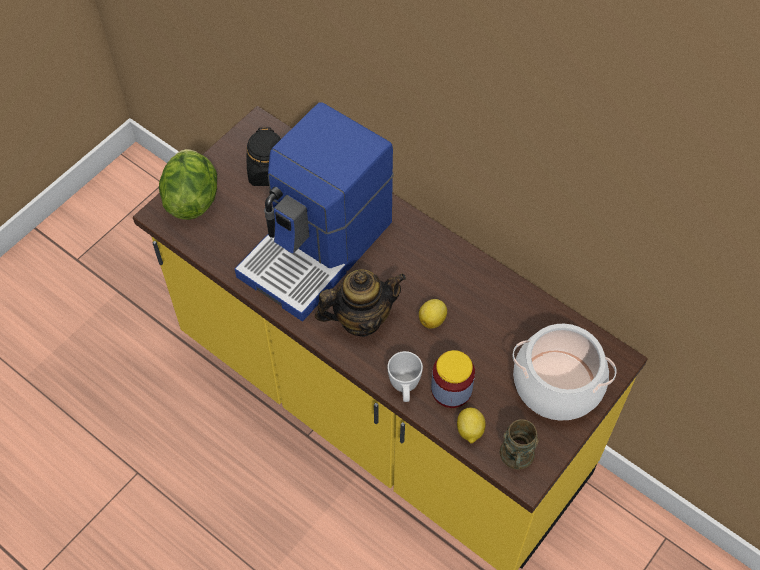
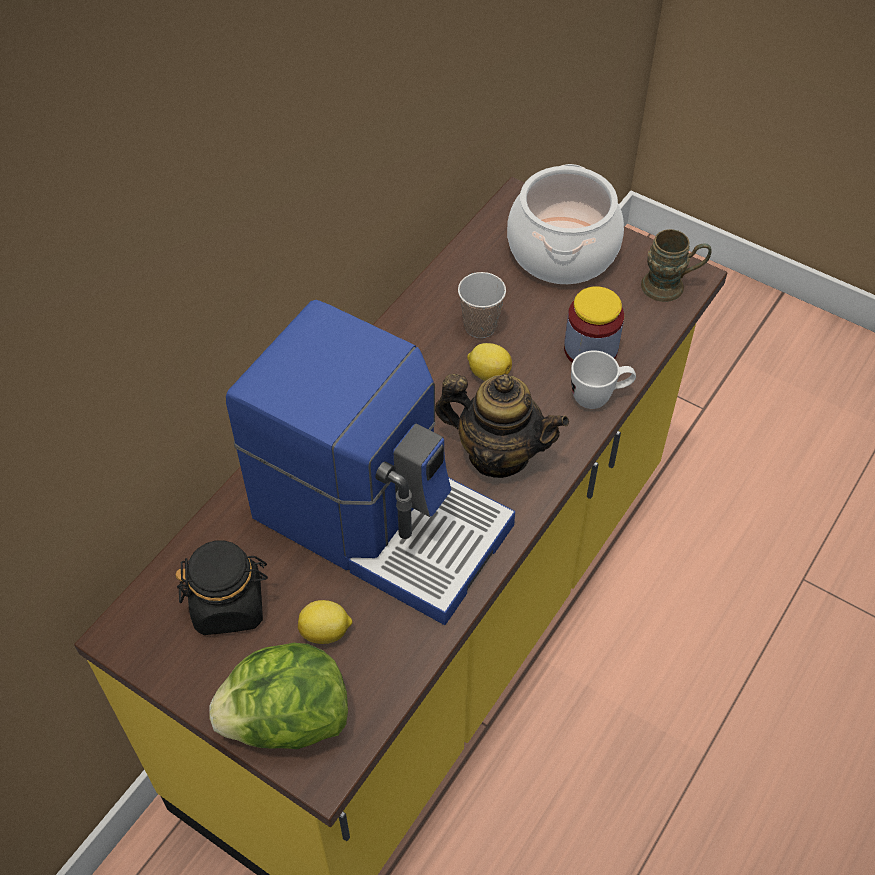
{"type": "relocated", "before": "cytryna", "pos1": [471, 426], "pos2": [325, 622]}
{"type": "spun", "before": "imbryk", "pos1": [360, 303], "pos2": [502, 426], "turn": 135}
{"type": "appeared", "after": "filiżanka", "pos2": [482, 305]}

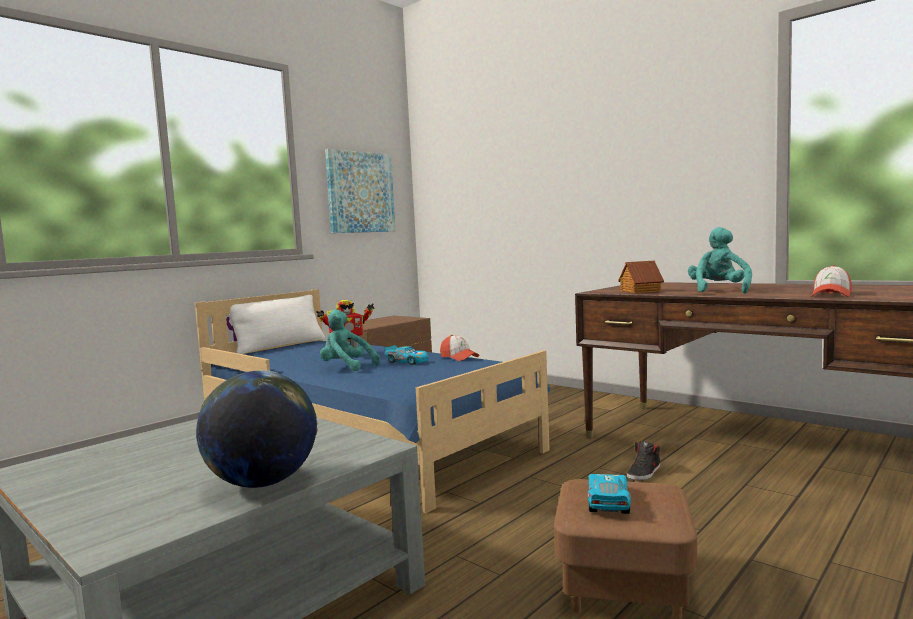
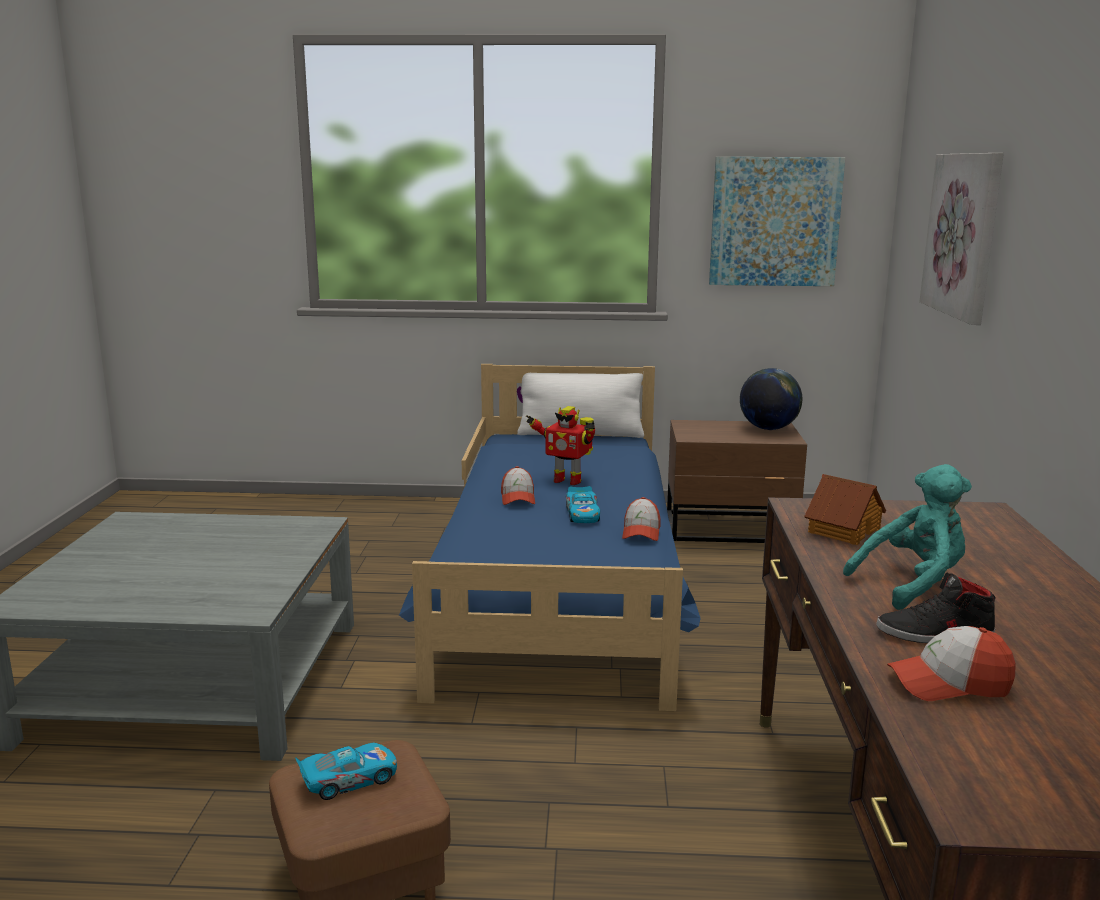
{"type": "exchanged", "before": "pluszak/turkusowy", "after": "czapka z daszkiem", "pos1": [350, 340], "pos2": [518, 485]}
{"type": "relocated", "before": "globus", "pos1": [256, 429], "pos2": [771, 399]}
{"type": "relocated", "before": "but/czarny", "pos1": [643, 460], "pos2": [936, 608]}
{"type": "appeared", "after": "obraz", "pos2": [962, 239]}

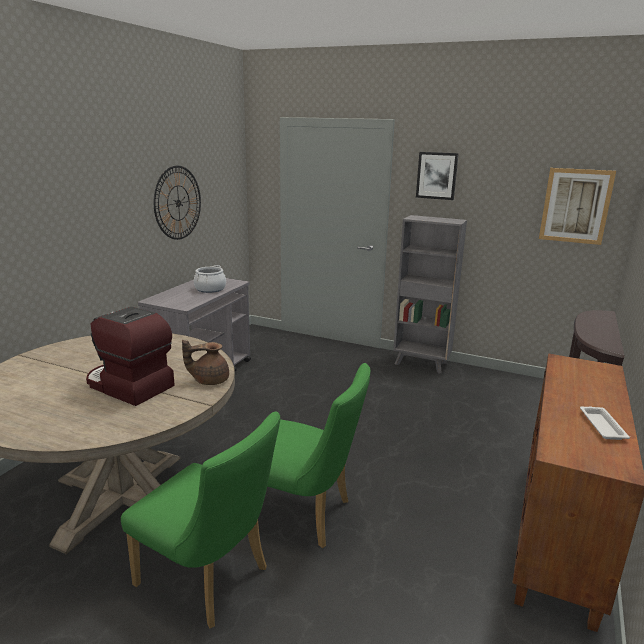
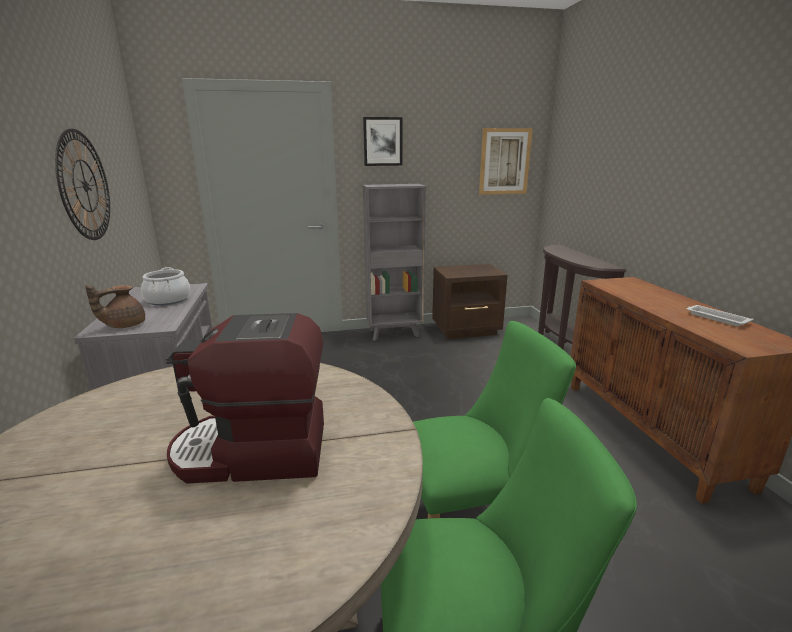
{"type": "relocated", "before": "imbryk/brązowy", "pos1": [205, 362], "pos2": [115, 306]}
{"type": "appeared", "after": "szafka nocna/brązowy", "pos2": [470, 301]}

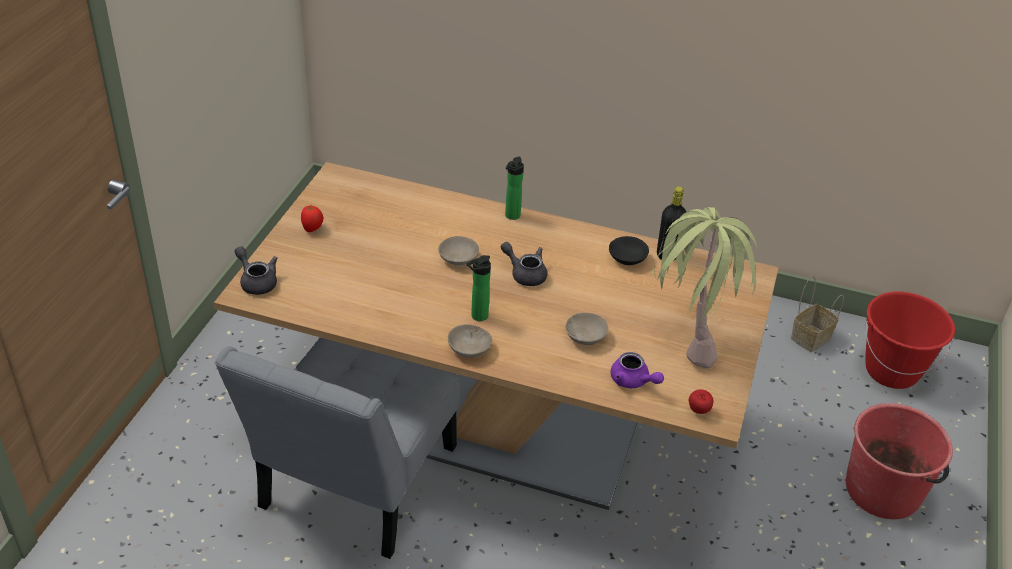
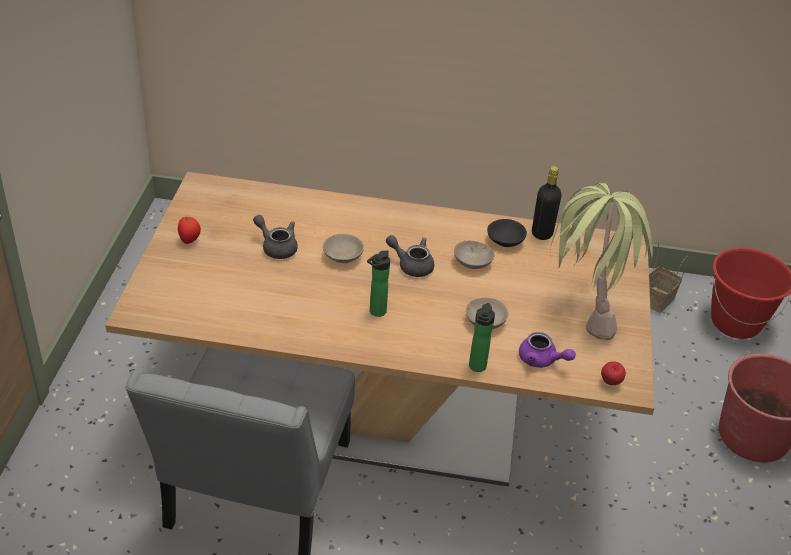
{"type": "relocated", "before": "imbryk/szary", "pos1": [256, 270], "pos2": [275, 237]}
{"type": "relocated", "before": "miska/beżowy", "pos1": [470, 341], "pos2": [474, 255]}
{"type": "relocated", "before": "butelka", "pos1": [514, 188], "pos2": [482, 337]}

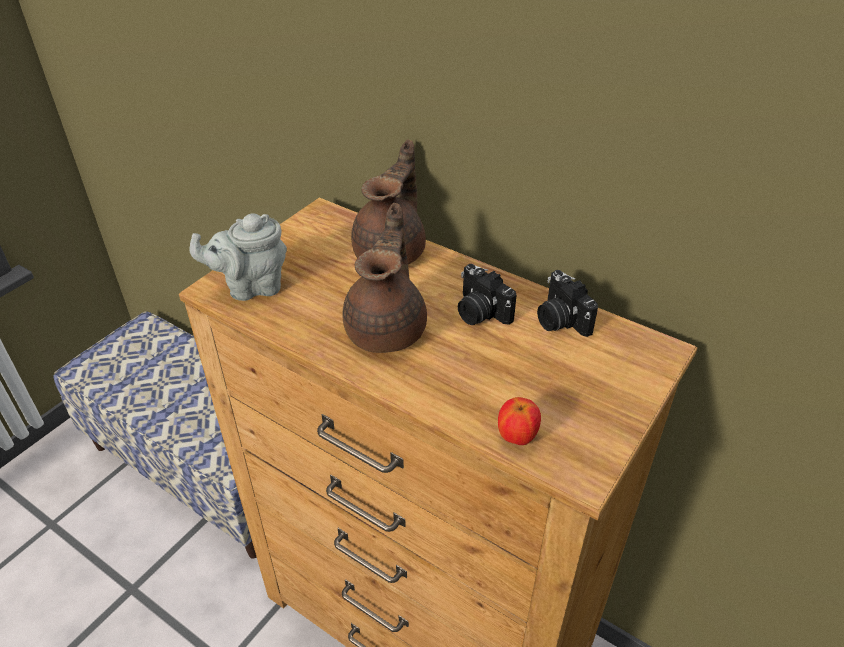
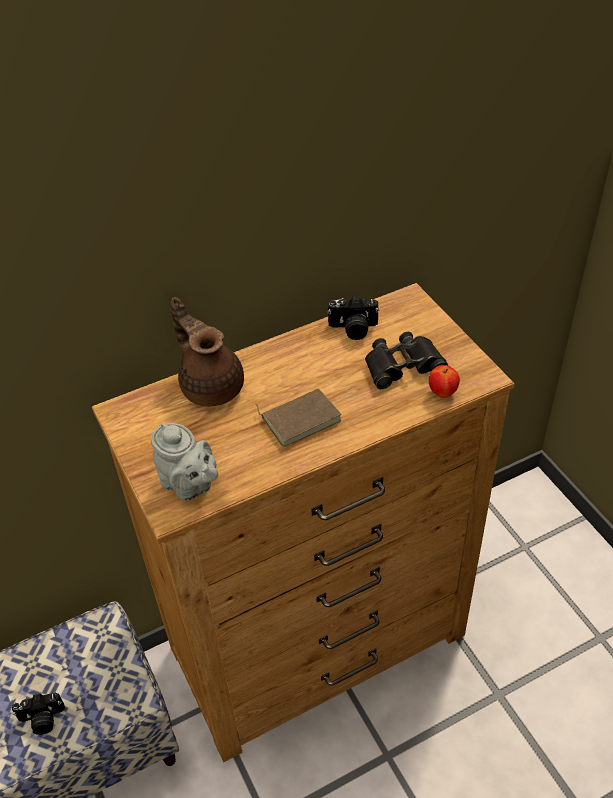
{"type": "relocated", "before": "aparat fotograficzny", "pos1": [487, 294], "pos2": [38, 714]}
{"type": "spun", "before": "imbryk/szary", "pos1": [238, 257], "pos2": [184, 461], "turn": -60}
{"type": "exchanged", "before": "imbryk/brązowy", "after": "książka/brązowy", "pos1": [384, 278], "pos2": [298, 417]}
{"type": "appeared", "after": "lornetka/czarny", "pos2": [406, 360]}

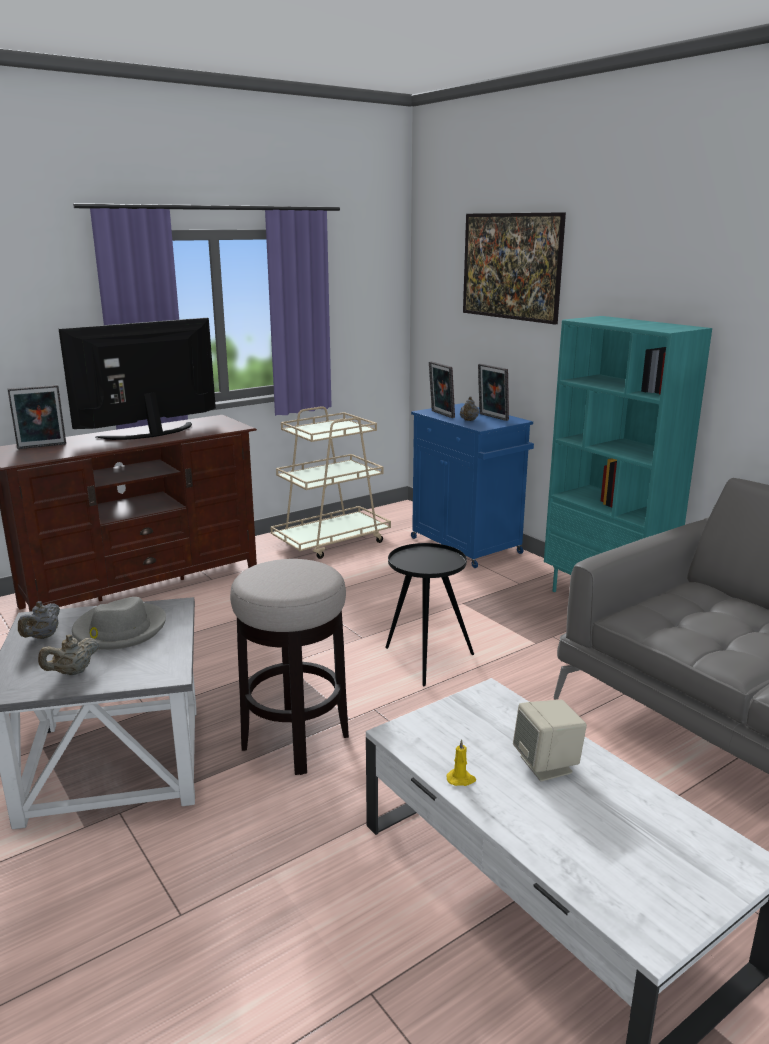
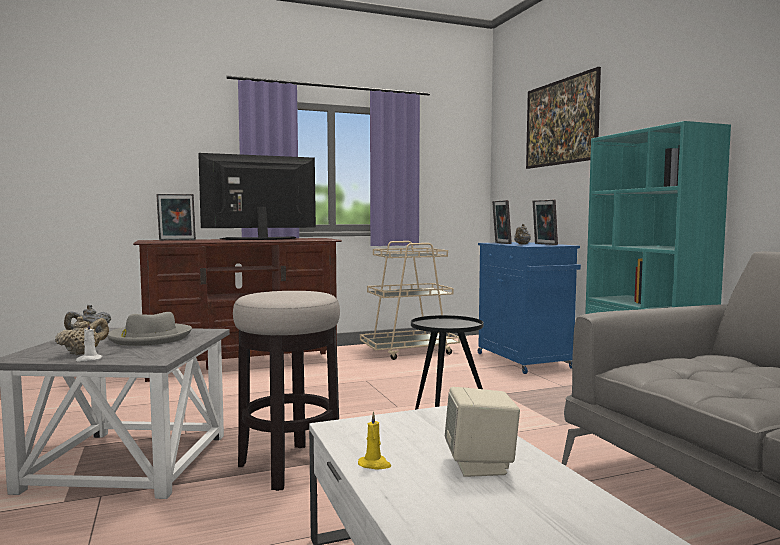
{"type": "spun", "before": "imbryk/beżowy", "pos1": [69, 655], "pos2": [82, 335], "turn": 150}
{"type": "appeared", "after": "świeca/biały", "pos2": [89, 341]}

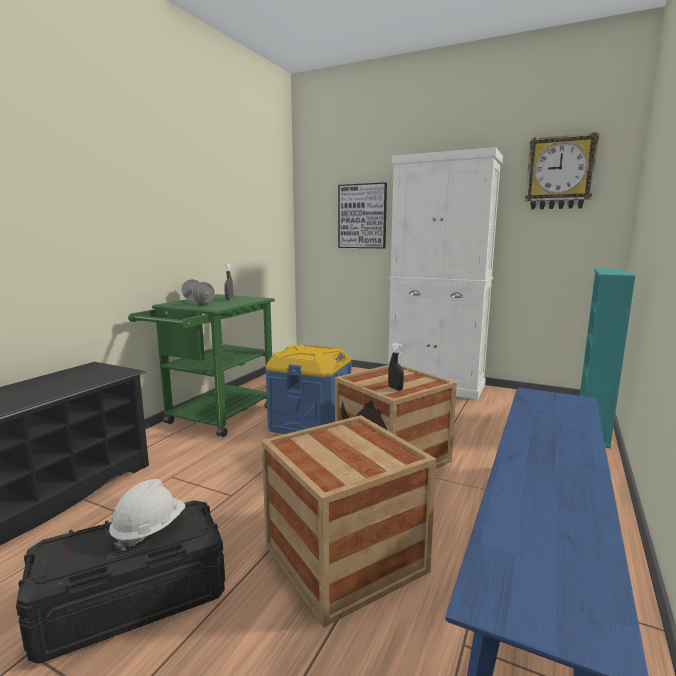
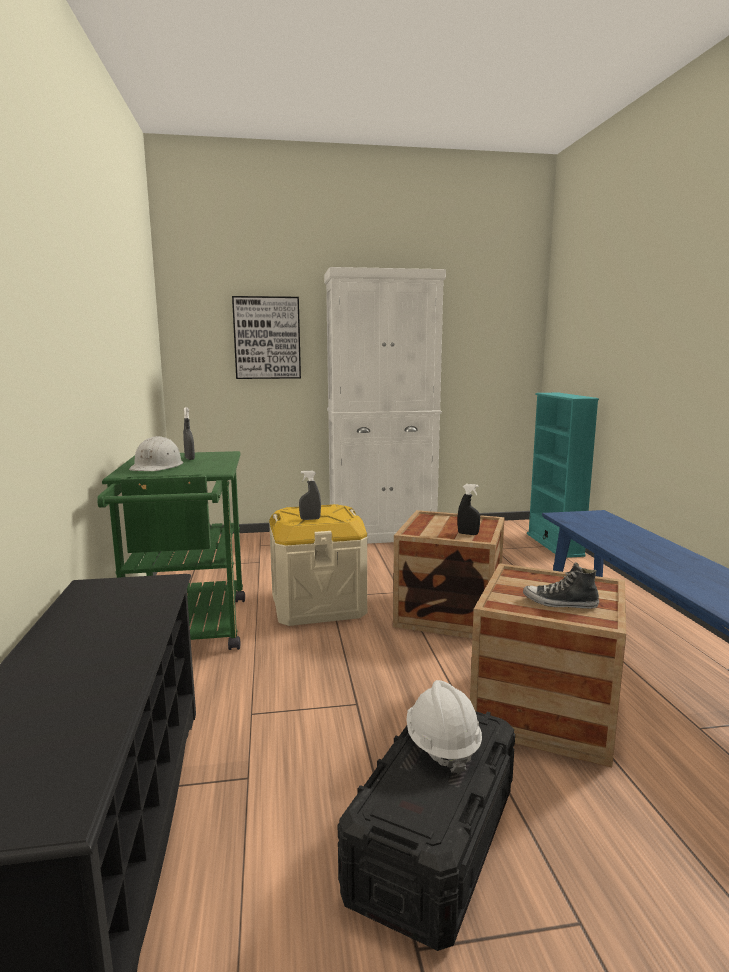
{"type": "exchanged", "before": "hantel/szary", "after": "kask/biały", "pos1": [198, 291], "pos2": [156, 453]}
{"type": "colour", "before": "pojemnik do przechowywania/niebieski", "after": "pojemnik do przechowywania/beżowy", "pos1": [308, 389], "pos2": [318, 565]}
{"type": "appeared", "after": "spryskiwacz/szary", "pos2": [310, 495]}
{"type": "appeared", "after": "but", "pos2": [561, 585]}
{"type": "missing", "before": "zegar ścienny", "pos1": [562, 171]}

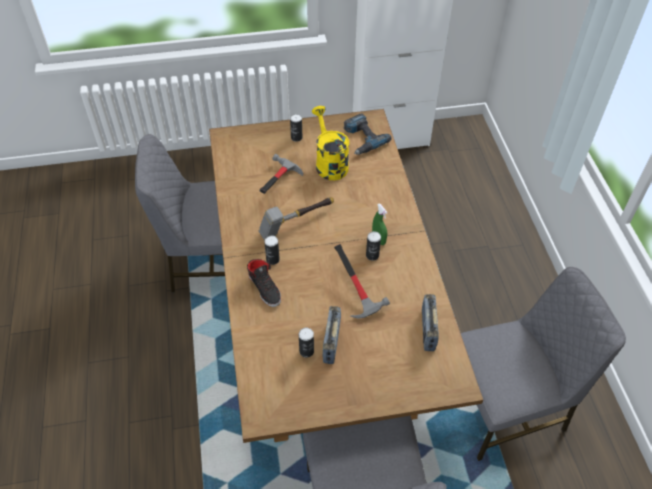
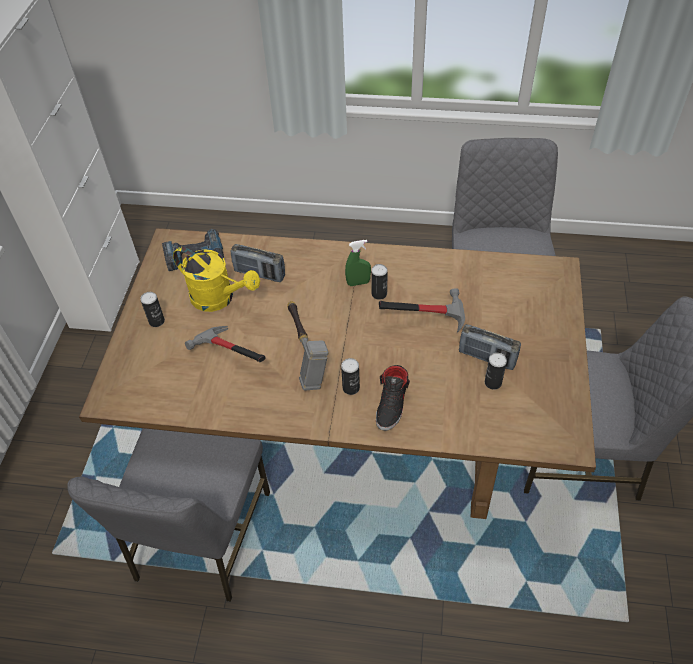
{"type": "spun", "before": "konewka/żółty", "pos1": [330, 143], "pos2": [216, 279], "turn": -150}
{"type": "relocated", "before": "radio", "pos1": [430, 322], "pos2": [257, 263]}
{"type": "spun", "before": "but/czarny", "pos1": [264, 283], "pos2": [393, 398], "turn": 120}

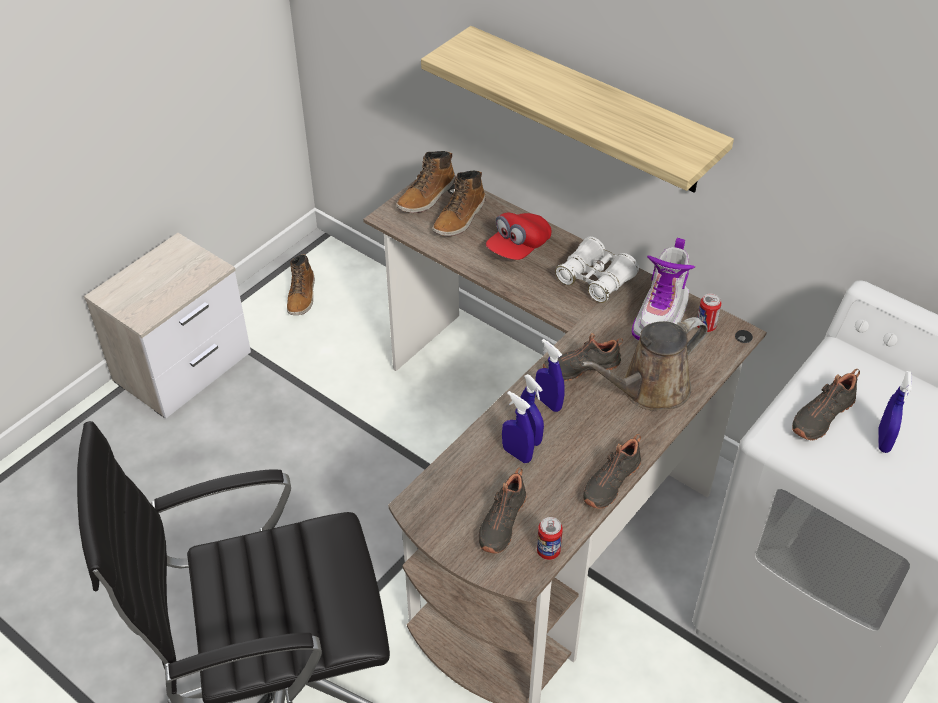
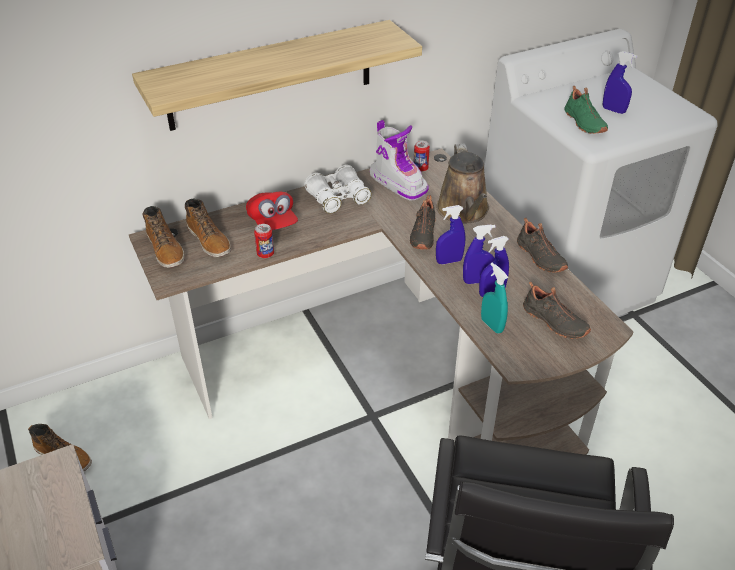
{"type": "relocated", "before": "puszka", "pos1": [550, 538], "pos2": [264, 241]}
{"type": "appeared", "after": "spryskiwacz/turkusowy", "pos2": [494, 298]}
{"type": "colour", "before": "but/czarny", "after": "but/zielony", "pos1": [826, 404], "pos2": [586, 110]}

